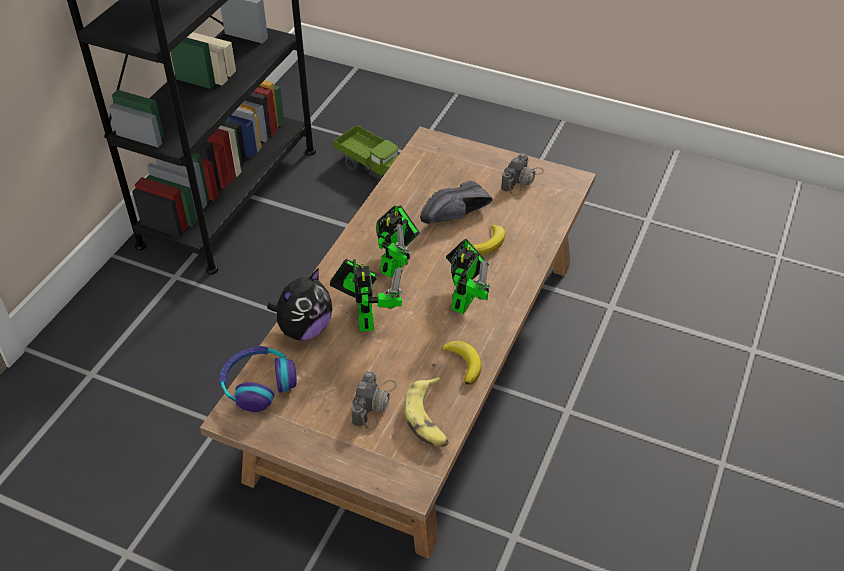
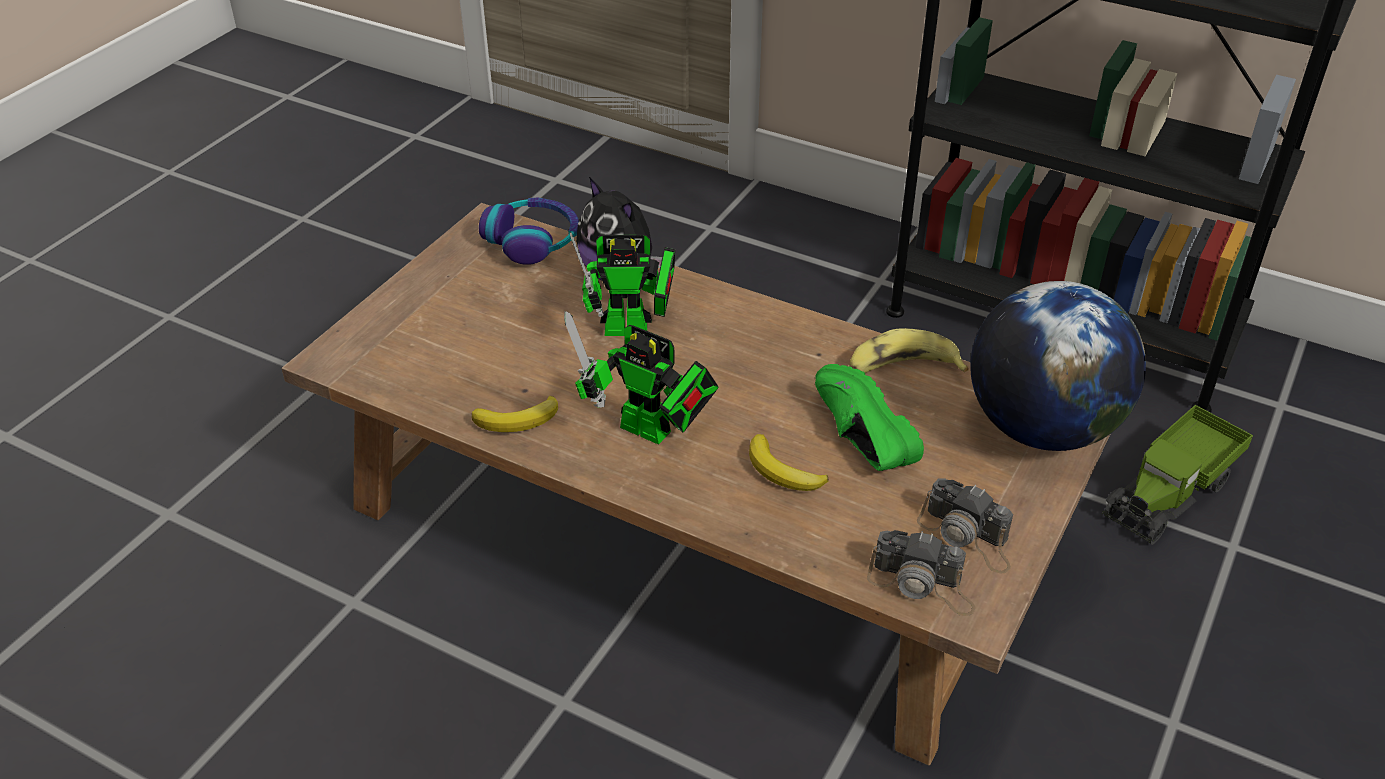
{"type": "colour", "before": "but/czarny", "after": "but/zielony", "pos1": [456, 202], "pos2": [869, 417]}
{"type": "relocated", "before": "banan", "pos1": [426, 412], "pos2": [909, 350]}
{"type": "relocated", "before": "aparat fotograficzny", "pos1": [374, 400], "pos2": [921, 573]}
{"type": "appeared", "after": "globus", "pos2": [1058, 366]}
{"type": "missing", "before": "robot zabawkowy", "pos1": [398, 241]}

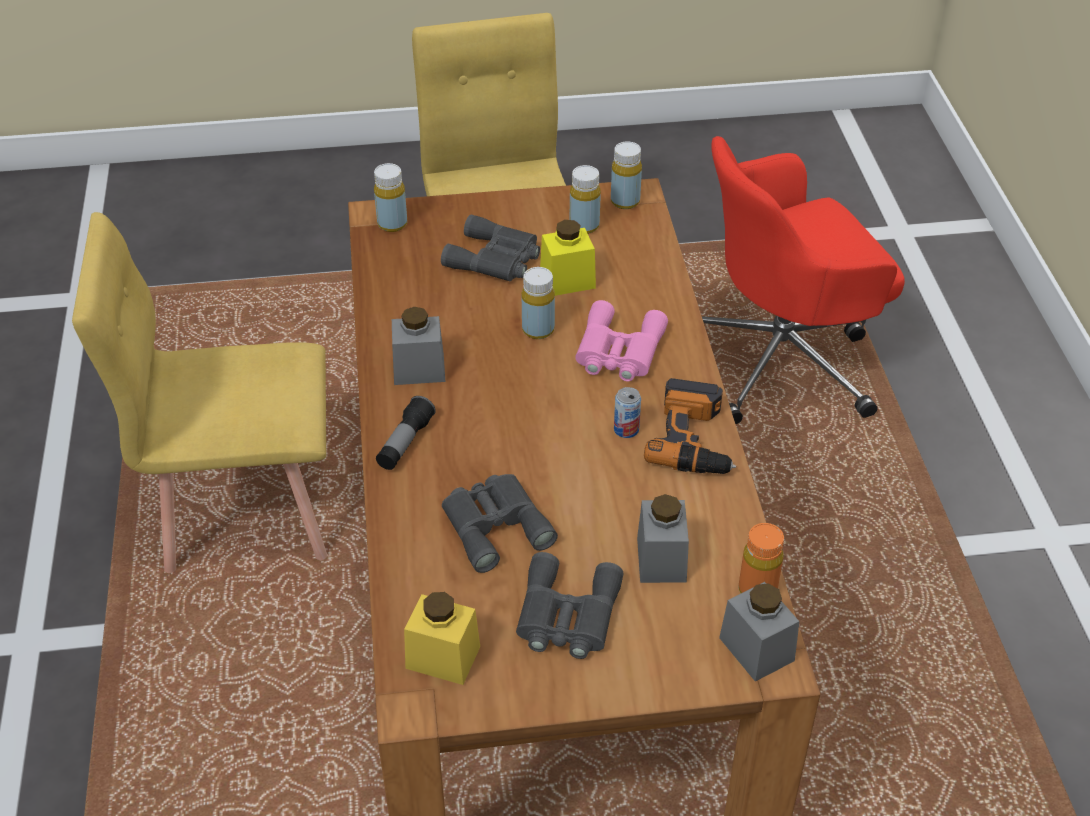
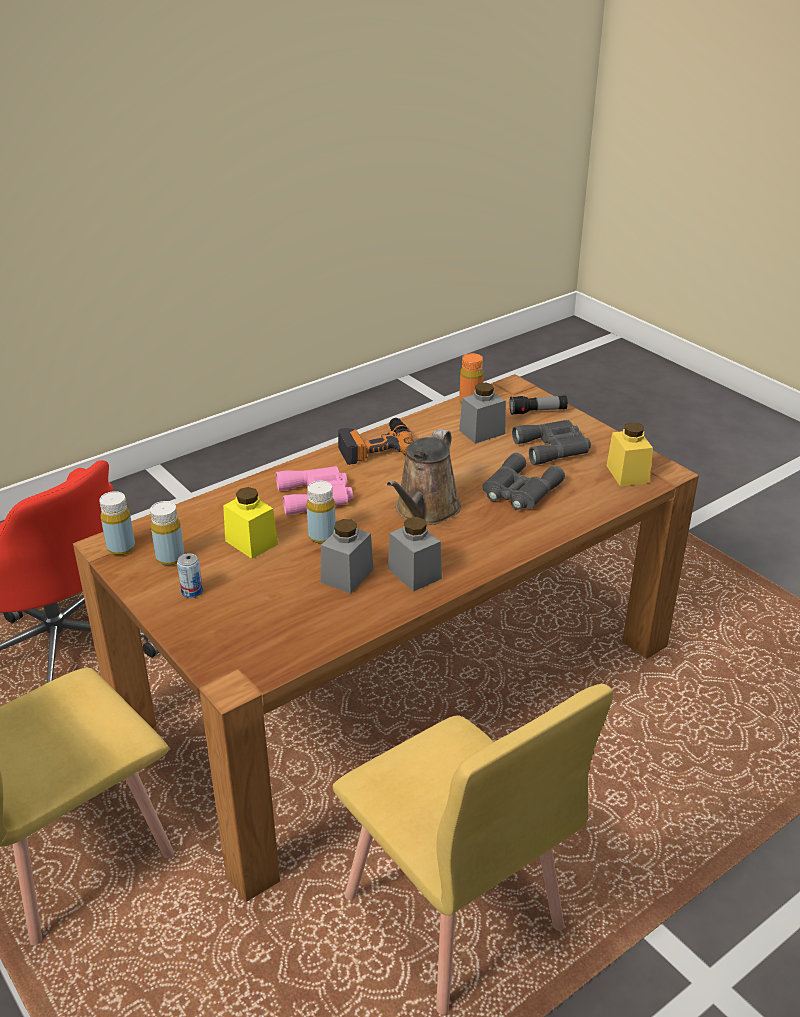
{"type": "relocated", "before": "puszka", "pos1": [627, 412], "pos2": [190, 575]}
{"type": "relocated", "before": "słoik/szary", "pos1": [759, 632], "pos2": [347, 556]}
{"type": "appeared", "after": "konewka/brązowy", "pos2": [424, 477]}
{"type": "relocated", "before": "latarka", "pos1": [406, 433], "pos2": [538, 405]}
{"type": "missing", "before": "butelka/żółty", "pos1": [390, 197]}
{"type": "missing", "before": "lornetka/szary", "pos1": [490, 247]}

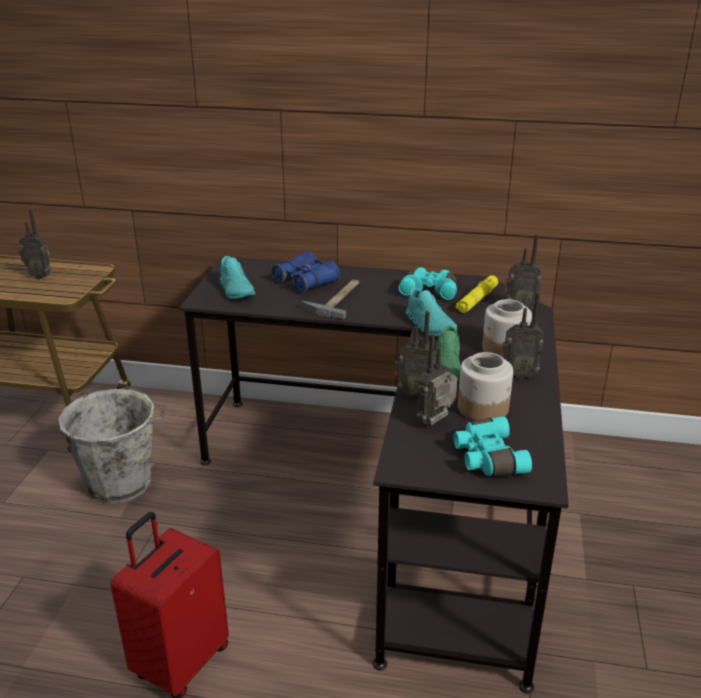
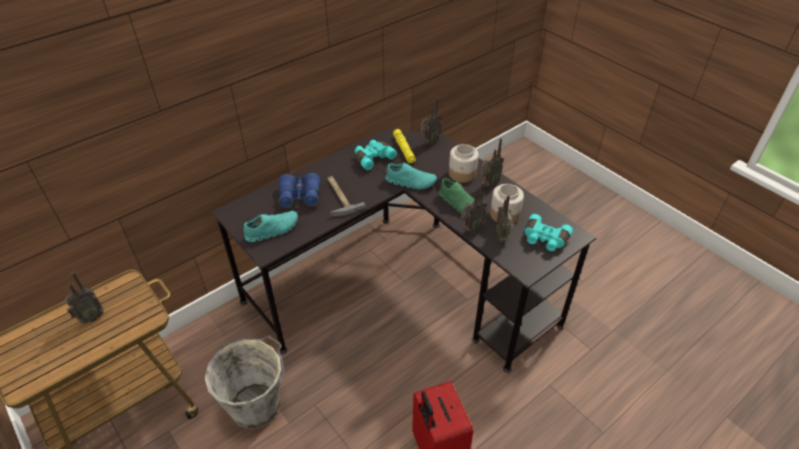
{"type": "spun", "before": "but/turkusowy", "pos1": [237, 277], "pos2": [271, 226], "turn": -45}

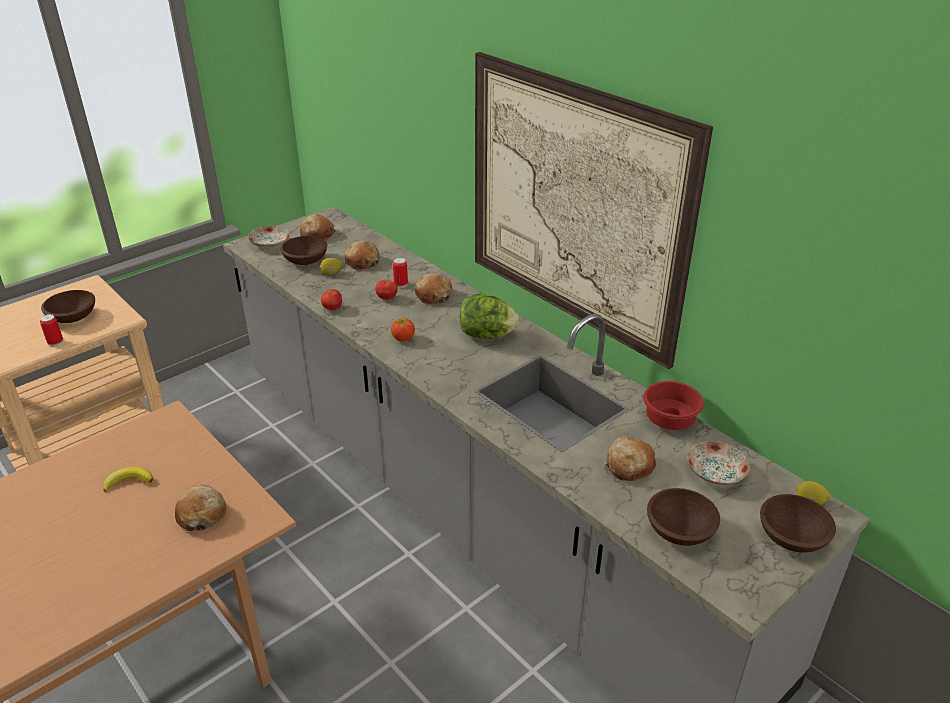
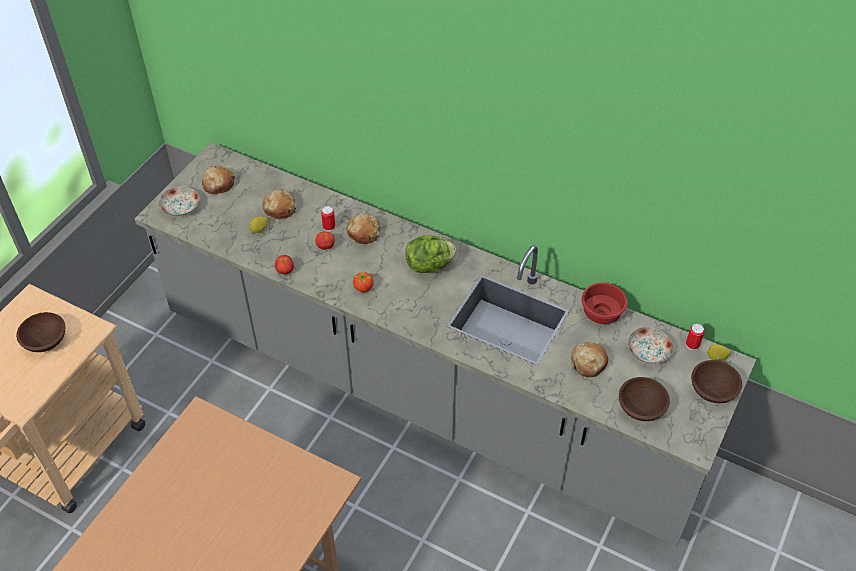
{"type": "relocated", "before": "puszka", "pos1": [51, 330], "pos2": [695, 337]}
{"type": "missing", "before": "banan", "pos1": [128, 479]}
{"type": "missing", "before": "chleb", "pos1": [201, 508]}
{"type": "missing", "before": "miska/brązowy", "pos1": [303, 250]}
{"type": "missing", "before": "obraz", "pos1": [594, 210]}

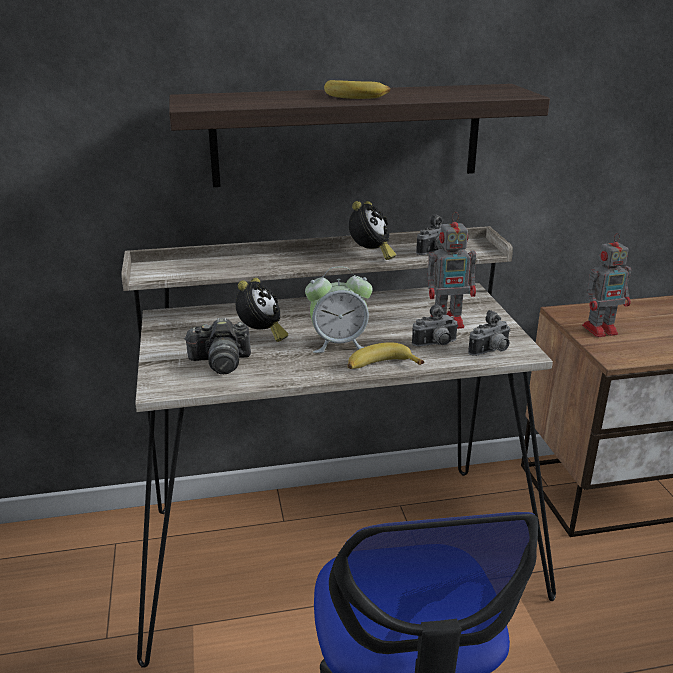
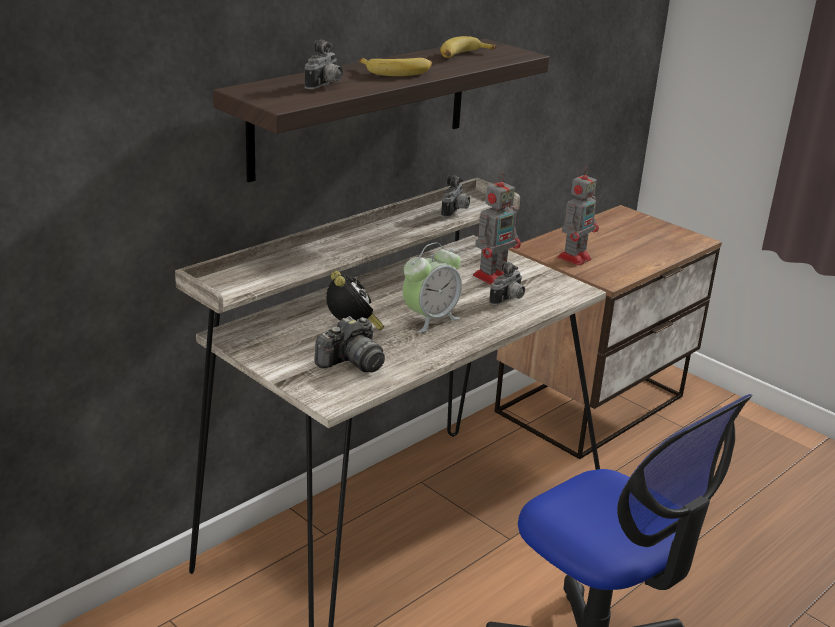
{"type": "relocated", "before": "aparat fotograficzny", "pos1": [489, 333], "pos2": [324, 65]}
{"type": "relocated", "before": "banan", "pos1": [385, 355], "pos2": [468, 47]}
{"type": "missing", "before": "budzik", "pos1": [372, 230]}

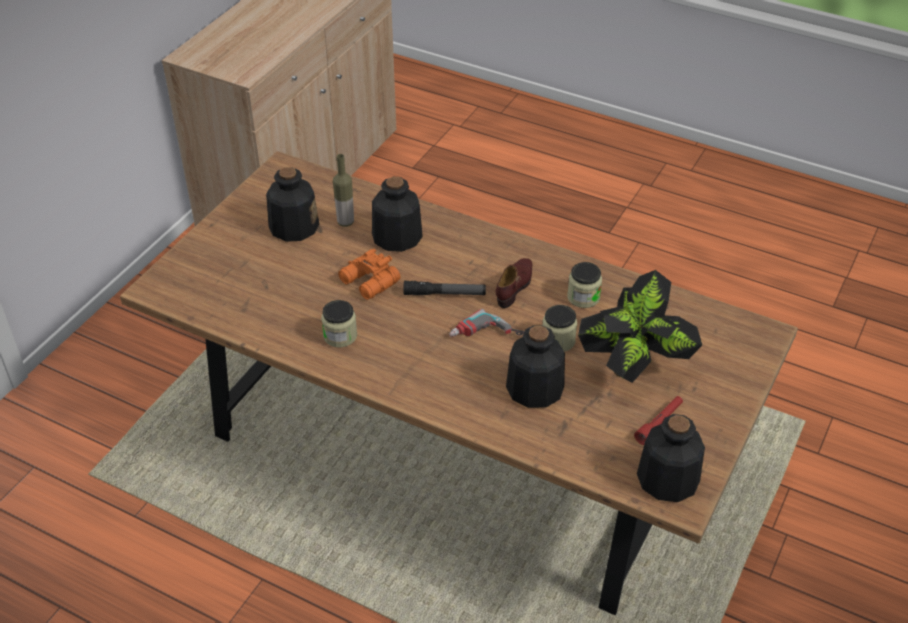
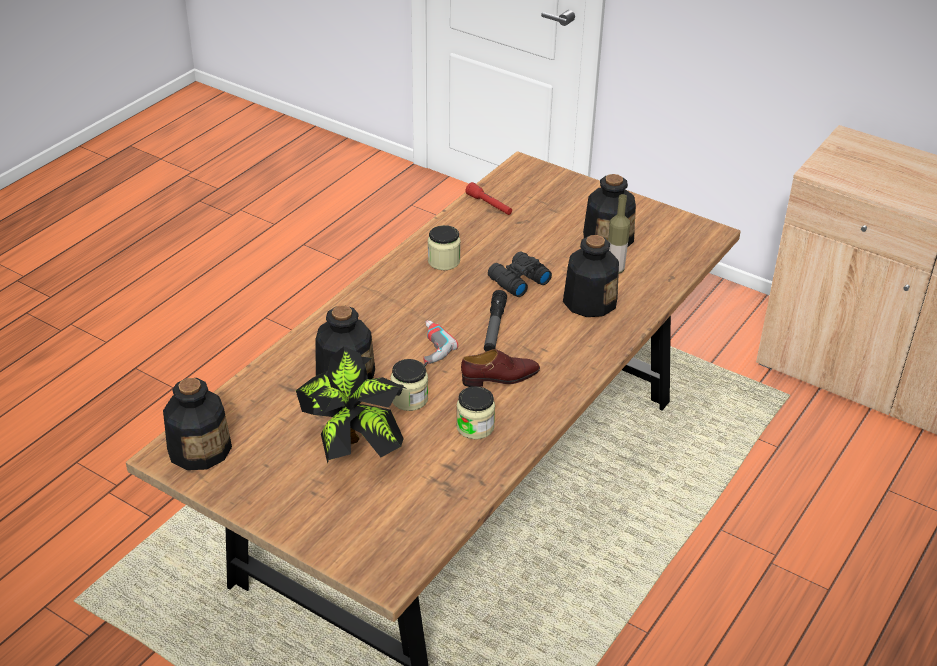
{"type": "spun", "before": "but/brązowy", "pos1": [514, 283], "pos2": [500, 368], "turn": -45}
{"type": "relocated", "before": "latarka/czerwony", "pos1": [658, 420], "pos2": [488, 198]}
{"type": "colour", "before": "lornetka/pomarańczowy", "after": "lornetka/czarny", "pos1": [369, 274], "pos2": [520, 274]}

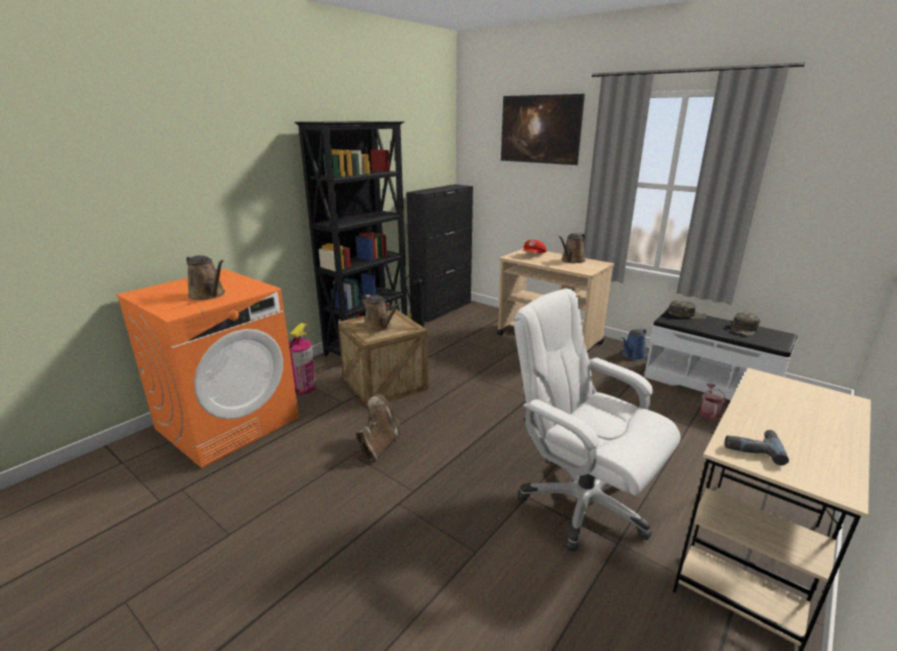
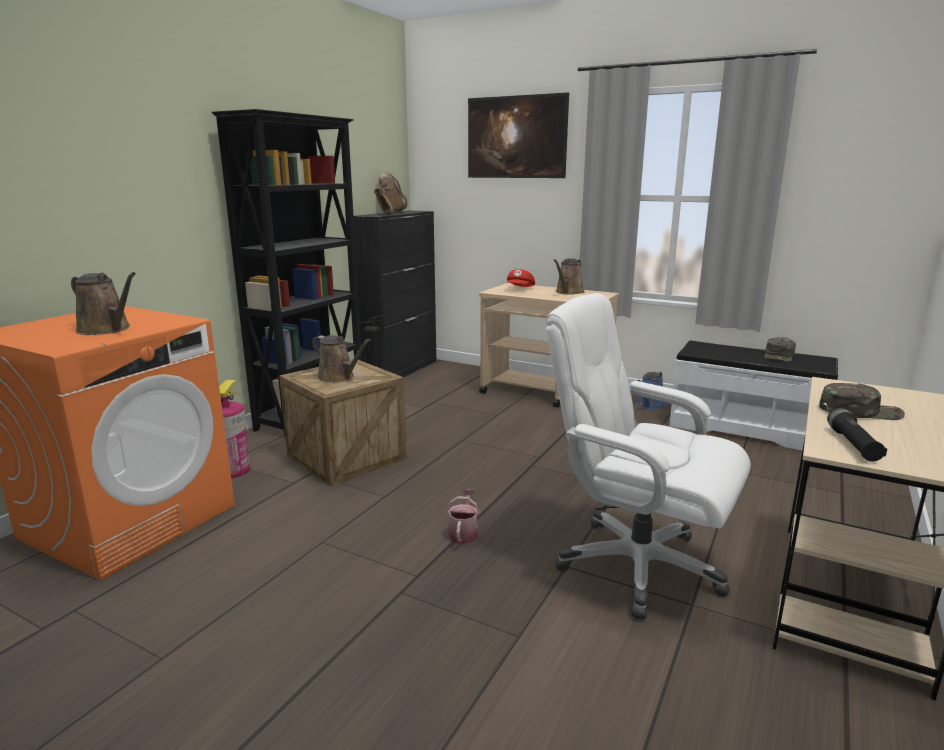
{"type": "relocated", "before": "but z cholewką/brązowy", "pos1": [379, 428], "pos2": [391, 193]}
{"type": "relocated", "before": "konewka", "pos1": [713, 401], "pos2": [463, 516]}
{"type": "relocated", "before": "czapka z daszkiem/zielony", "pos1": [687, 310], "pos2": [862, 401]}
{"type": "exchanged", "before": "wiertarka", "after": "latarka/czarny", "pos1": [757, 447], "pos2": [857, 435]}

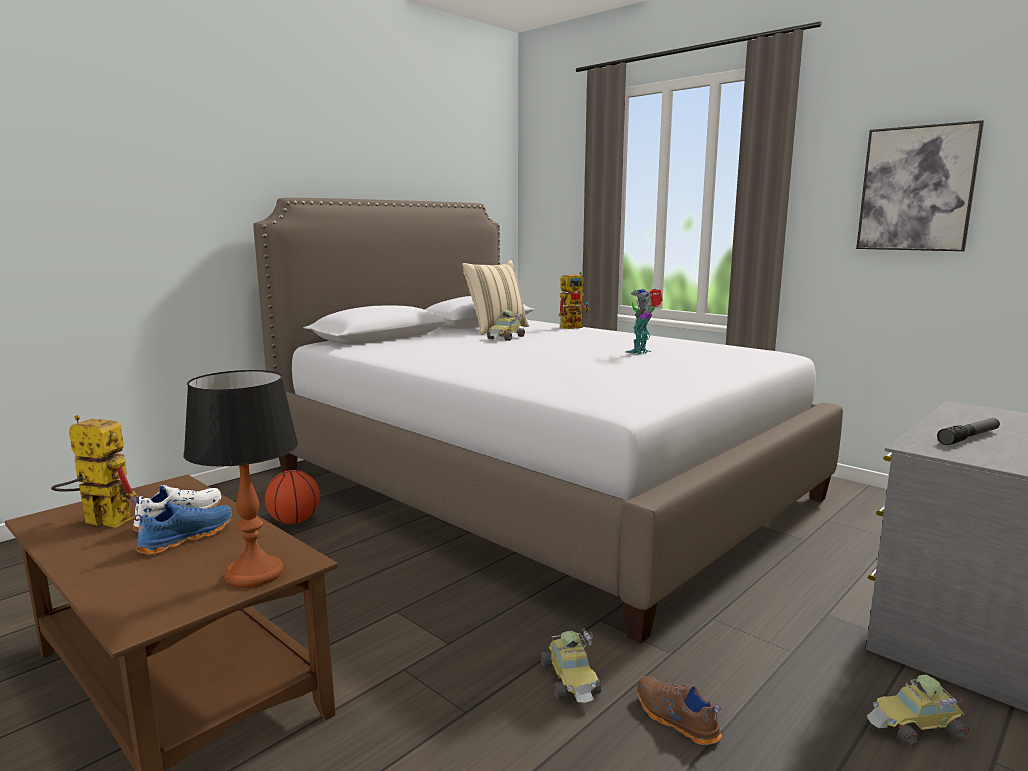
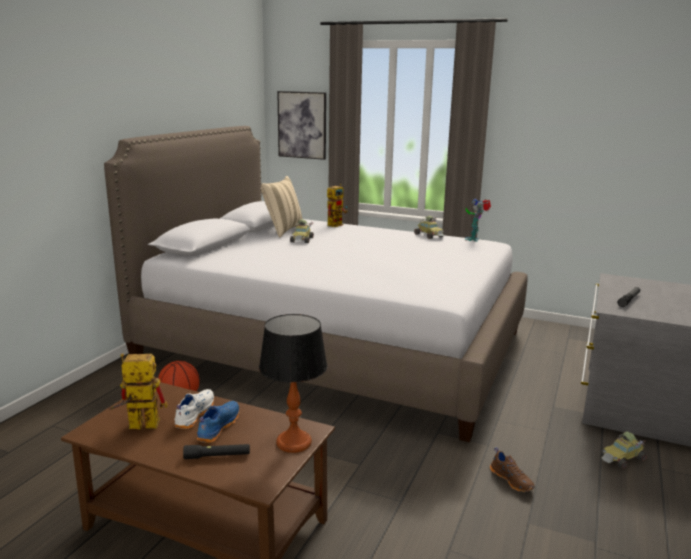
{"type": "appeared", "after": "latarka/czarny", "pos2": [216, 451]}
{"type": "relocated", "before": "obraz", "pos1": [920, 185], "pos2": [301, 125]}
{"type": "relocated", "before": "samochodzik", "pos1": [571, 665], "pos2": [429, 227]}
{"type": "relocated", "before": "robot zabawkowy", "pos1": [644, 322], "pos2": [478, 220]}
{"type": "spun", "before": "but/brązowy", "pos1": [679, 710], "pos2": [512, 469], "turn": -150}

